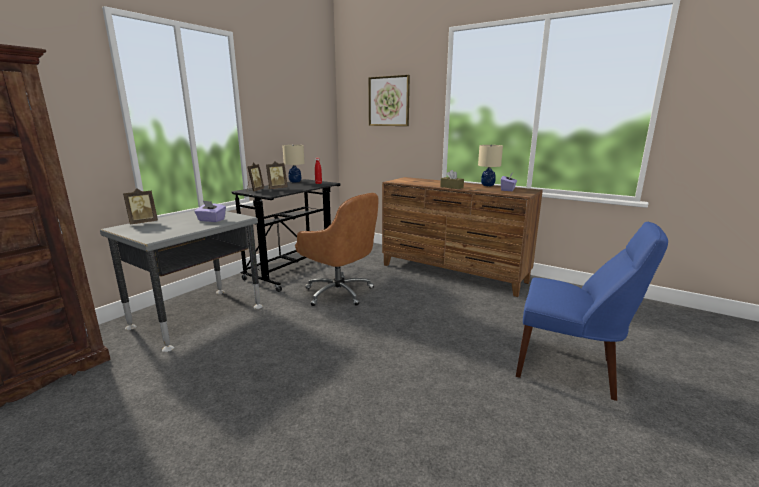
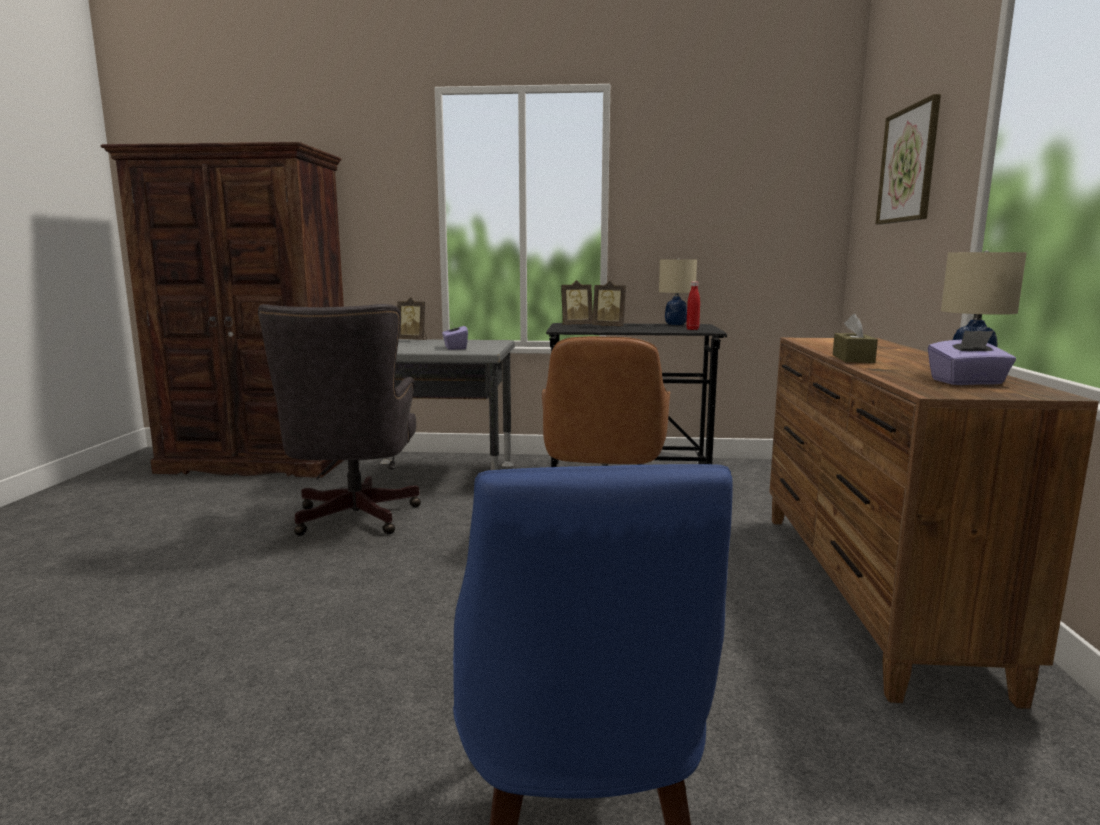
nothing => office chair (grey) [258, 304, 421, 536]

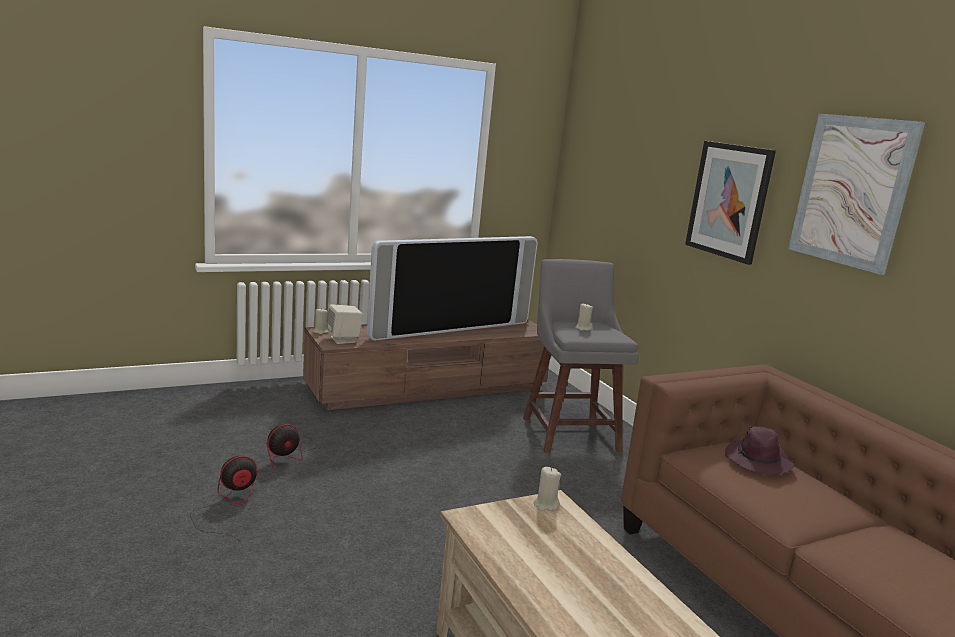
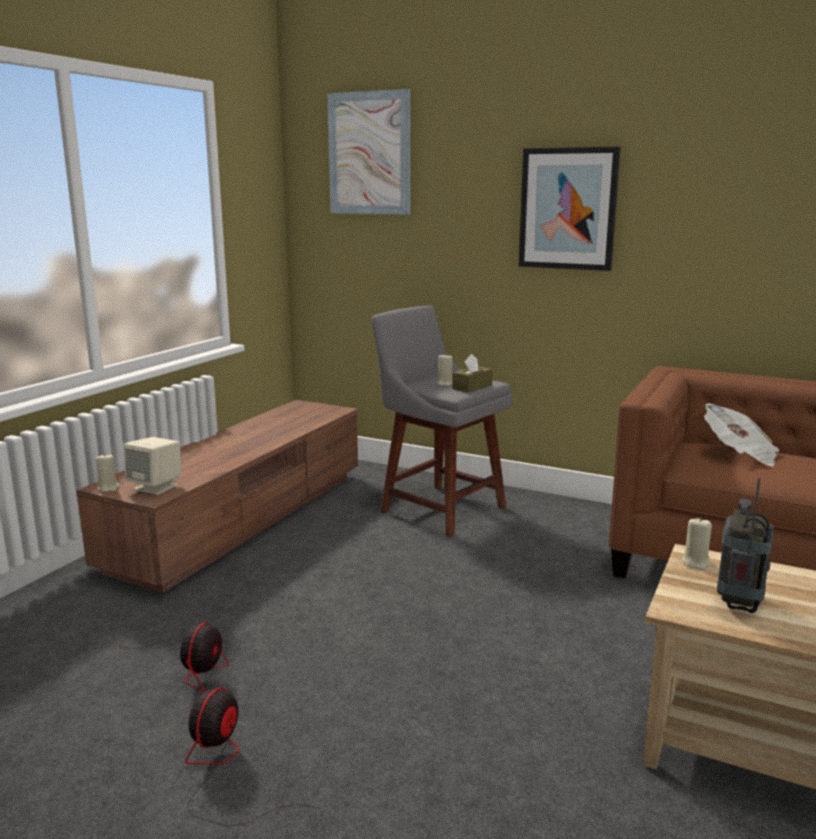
picture [788, 114, 925, 275] => picture [327, 89, 410, 215], relocated
television [367, 236, 538, 341] => nothing
hat (purple) [725, 426, 795, 475] => newspaper [704, 403, 779, 467]
nothing => tissue box (brown) [452, 354, 493, 392]
nothing => radio [717, 478, 774, 613]

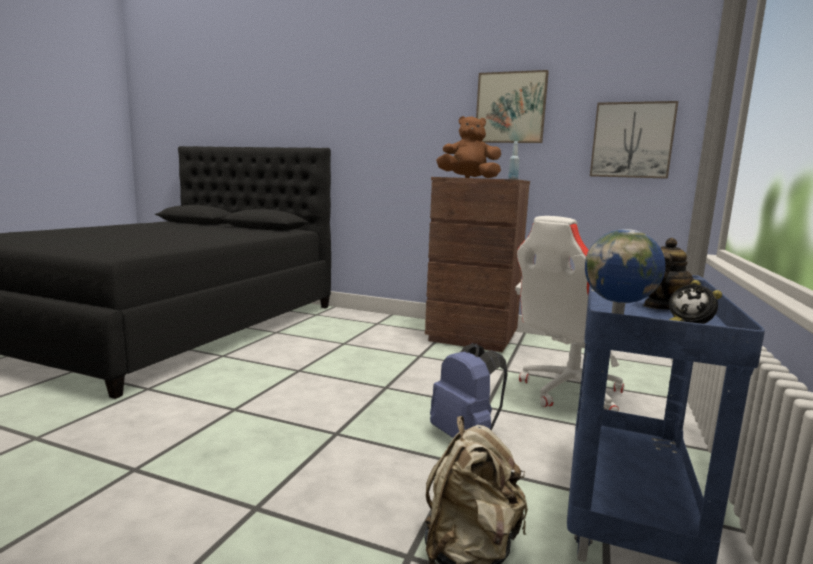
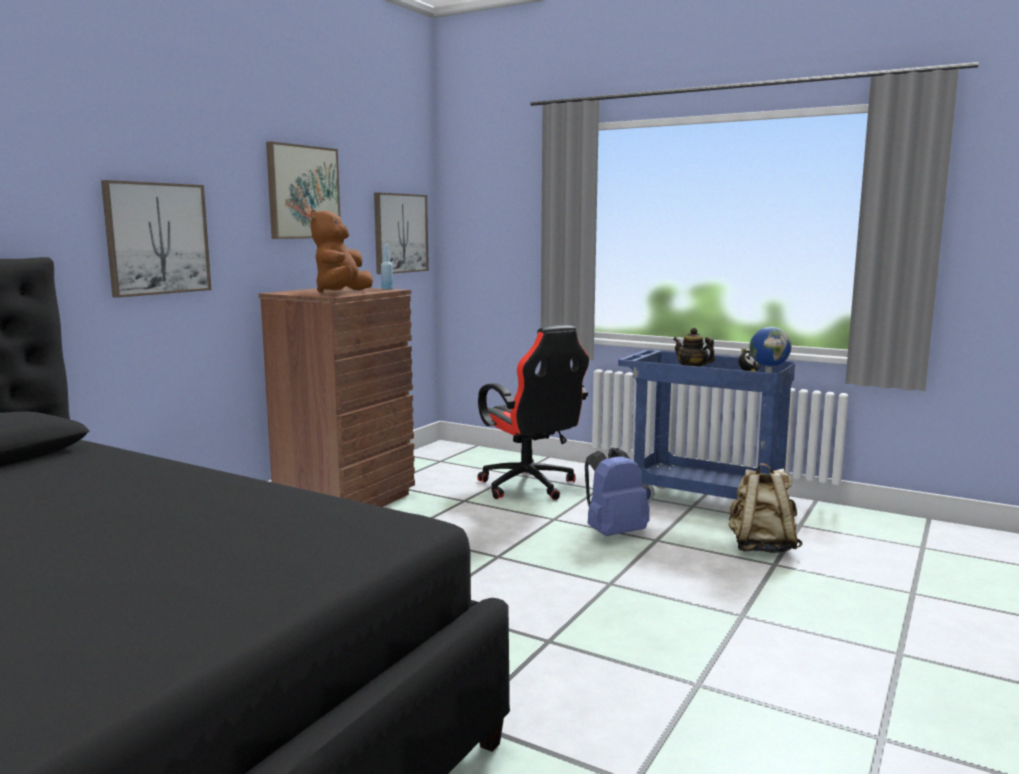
office chair (white) [515, 216, 624, 412] => office chair (black) [477, 325, 589, 500]
nothing => picture [101, 180, 211, 298]

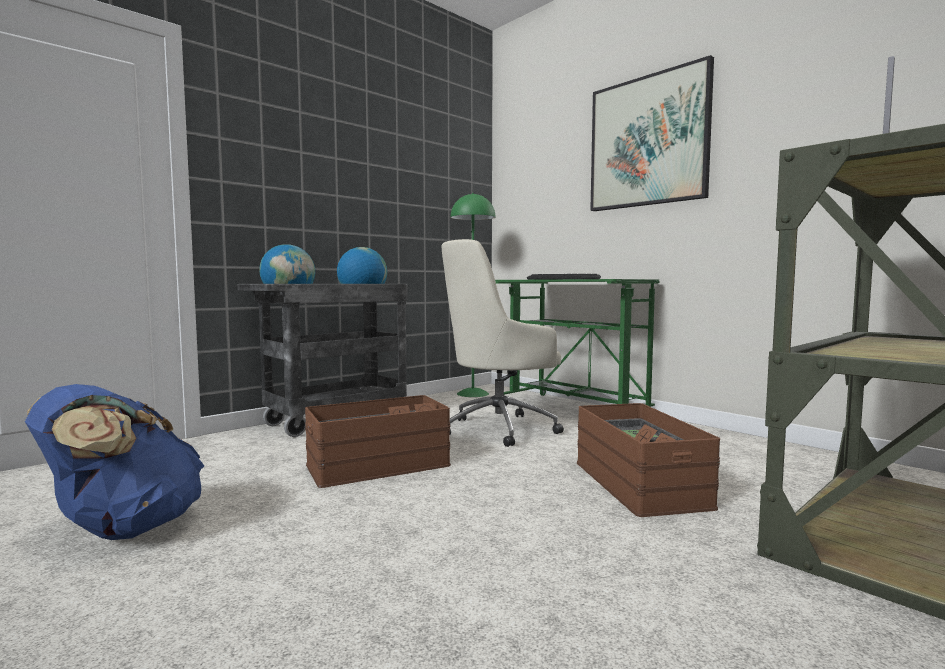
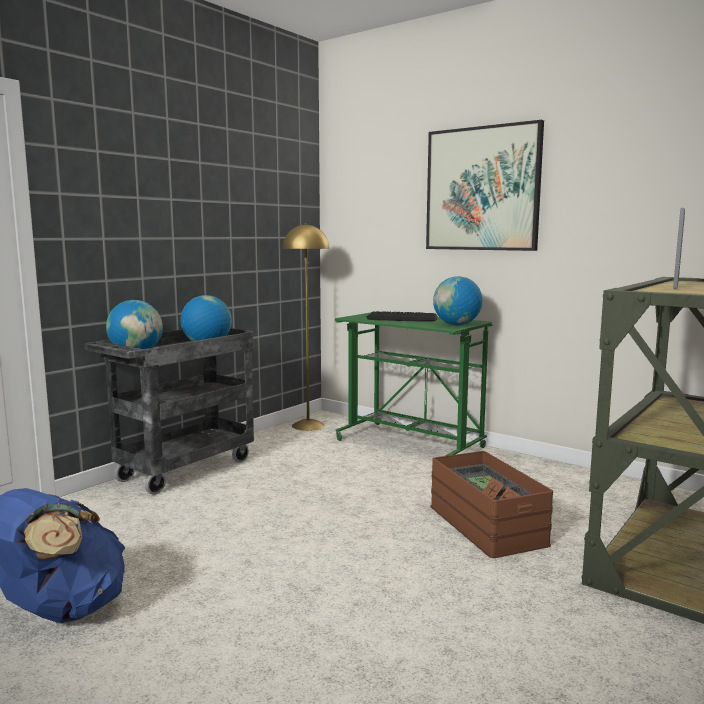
floor lamp (green) [451, 193, 495, 397] => floor lamp (yellow) [283, 223, 329, 431]
office chair (beige) [442, 239, 564, 447] => nothing
storage box (brown) [305, 395, 451, 488] => nothing
nothing => globe [433, 276, 483, 325]

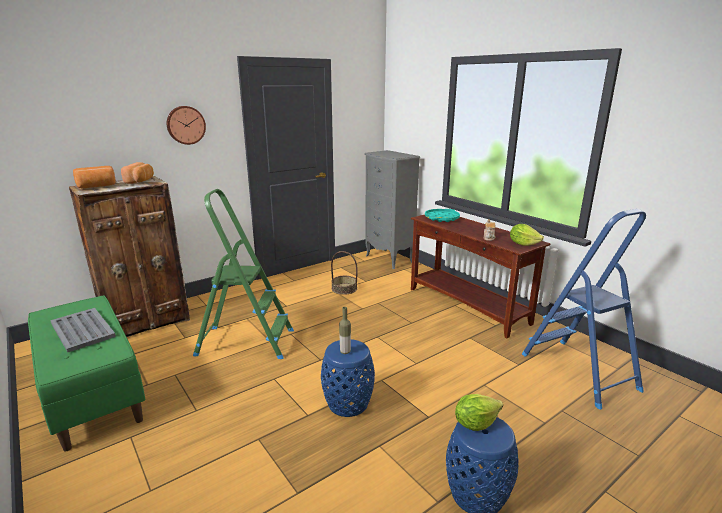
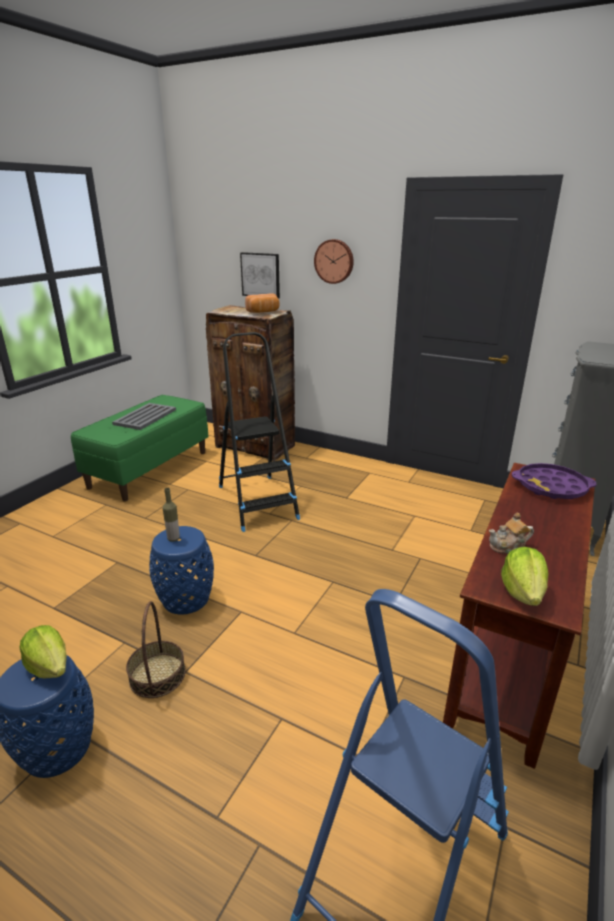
bread [73, 166, 115, 188] => nothing
step ladder (green) [193, 189, 294, 359] => step ladder (black) [219, 332, 300, 532]
tray (turquoise) [425, 209, 460, 222] => tray (purple) [512, 463, 597, 499]
basket [331, 251, 358, 295] => basket [126, 601, 186, 698], relocated
nothing => picture [240, 252, 280, 299]

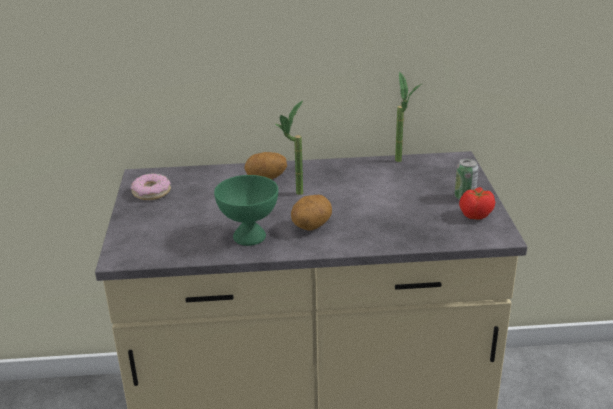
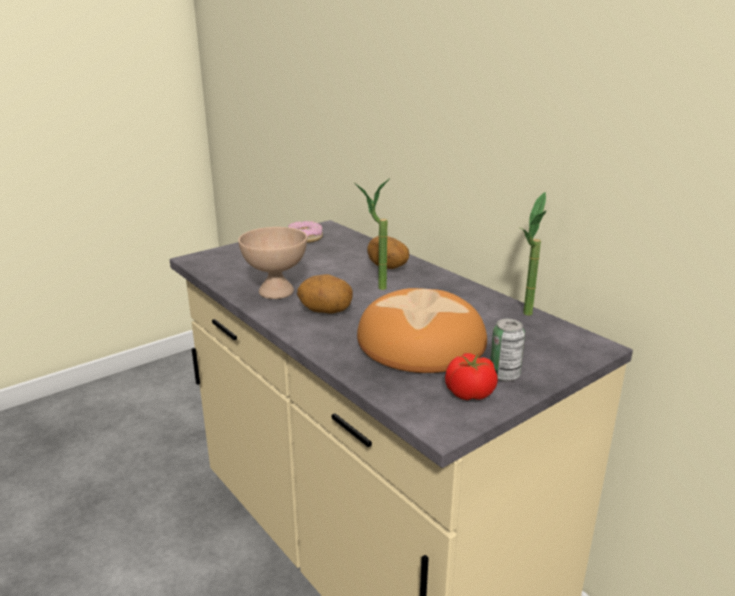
bowl (green) [214, 175, 278, 246] => bowl (beige) [238, 227, 307, 299]
nothing => bread [357, 288, 487, 373]

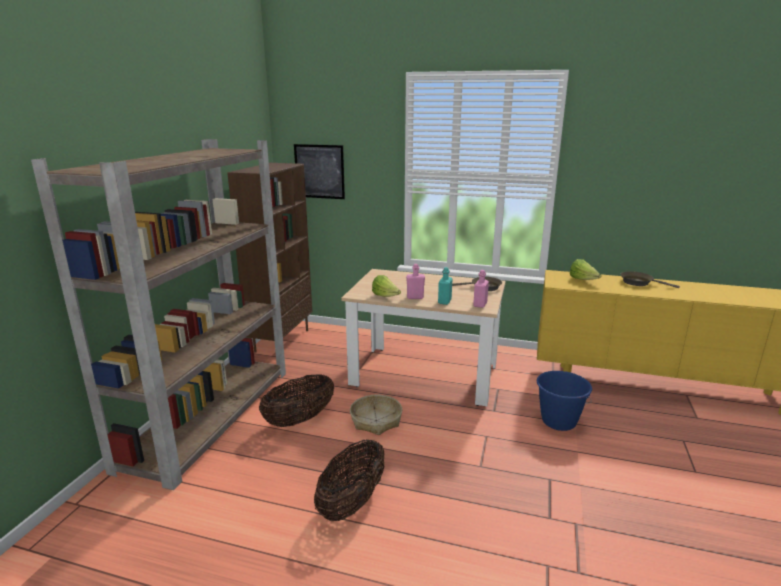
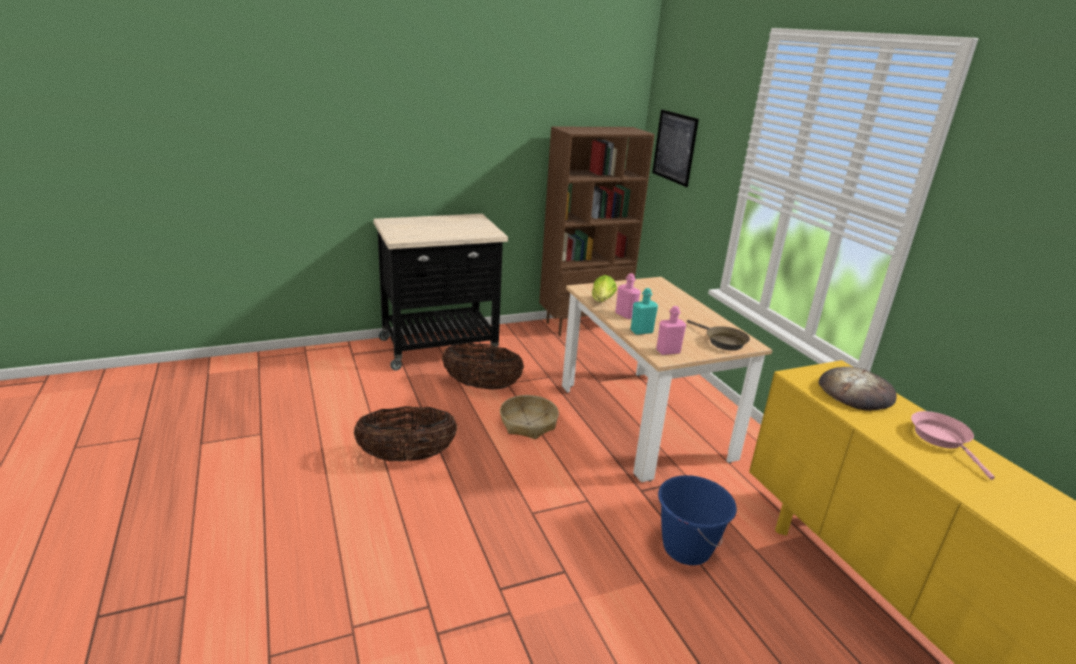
bookcase (brown) [31, 139, 286, 490] => cart (black) [373, 214, 508, 371]
lettuce [570, 259, 601, 280] => bread [818, 367, 897, 411]
frying pan (brown) [621, 271, 680, 288] => frying pan (pink) [911, 411, 995, 480]

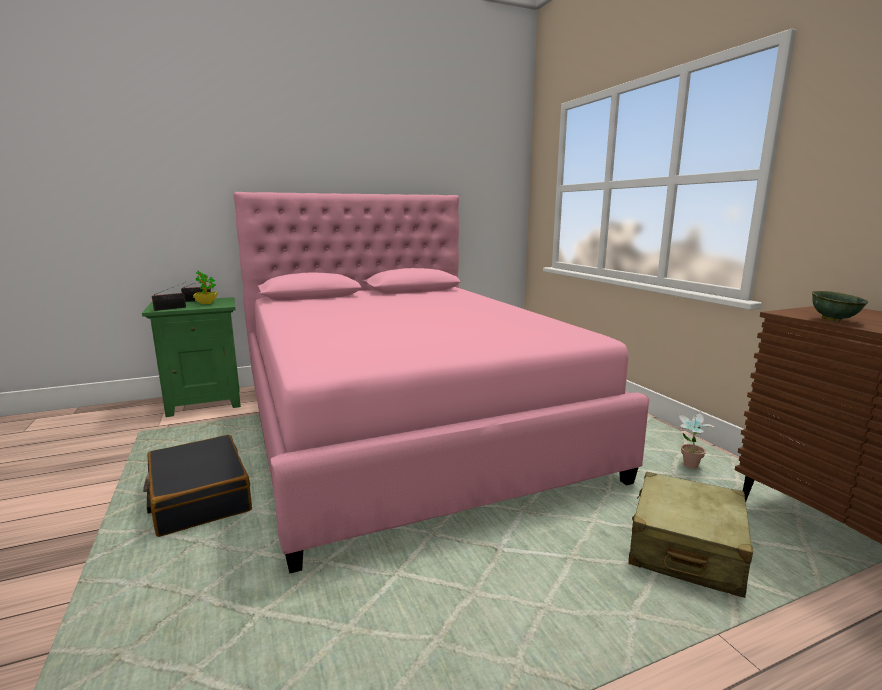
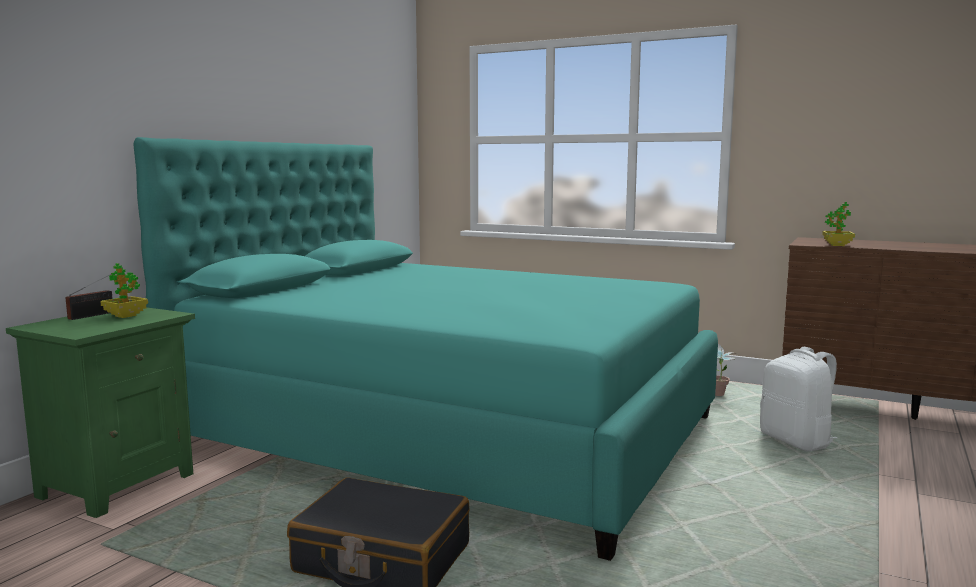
bed (pink) [234, 192, 650, 573] => bed (turquoise) [134, 137, 718, 561]
radio [152, 282, 186, 311] => nothing
bowl (green) [812, 291, 868, 322] => potted plant [822, 202, 855, 246]
suitcase (beige) [629, 472, 753, 598] => backpack (white) [760, 347, 837, 451]

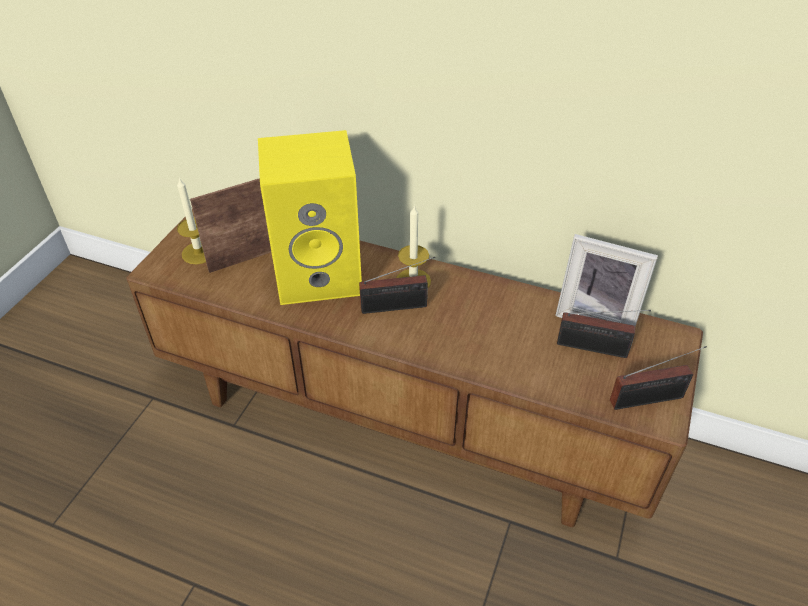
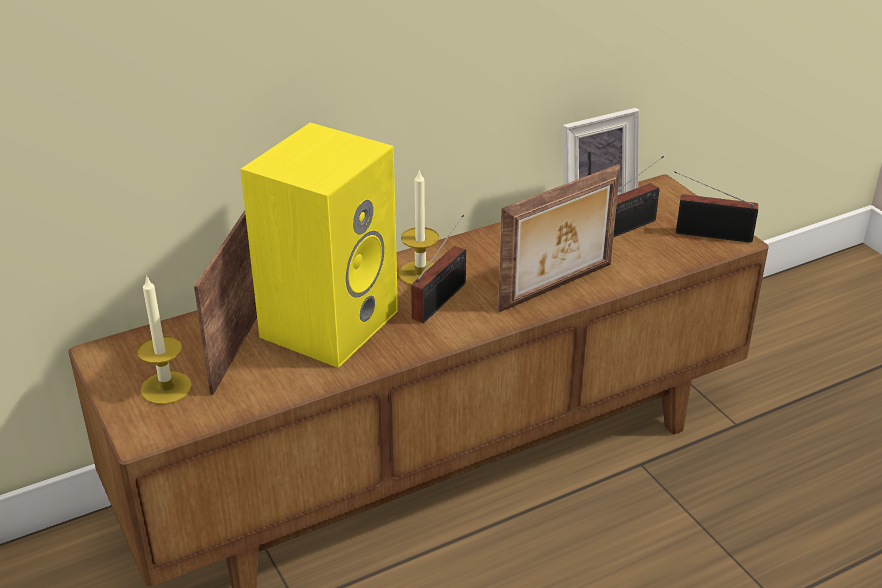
radio [610, 346, 707, 410] => radio [674, 171, 758, 243], 105 degrees counterclockwise
nothing => picture frame [498, 164, 621, 312]

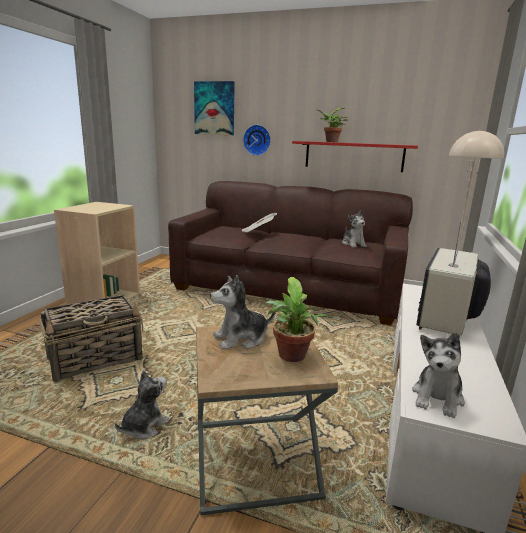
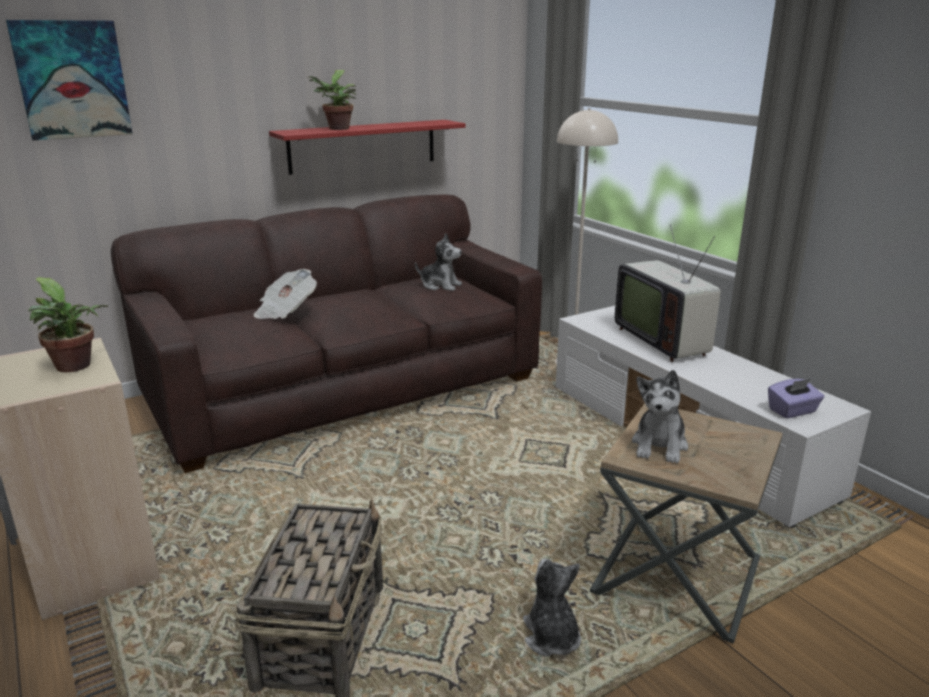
wall clock [243, 125, 271, 156] => nothing
potted plant [264, 277, 332, 362] => potted plant [29, 277, 108, 372], relocated
plush toy [412, 332, 465, 418] => tissue box (purple) [768, 379, 824, 418]

